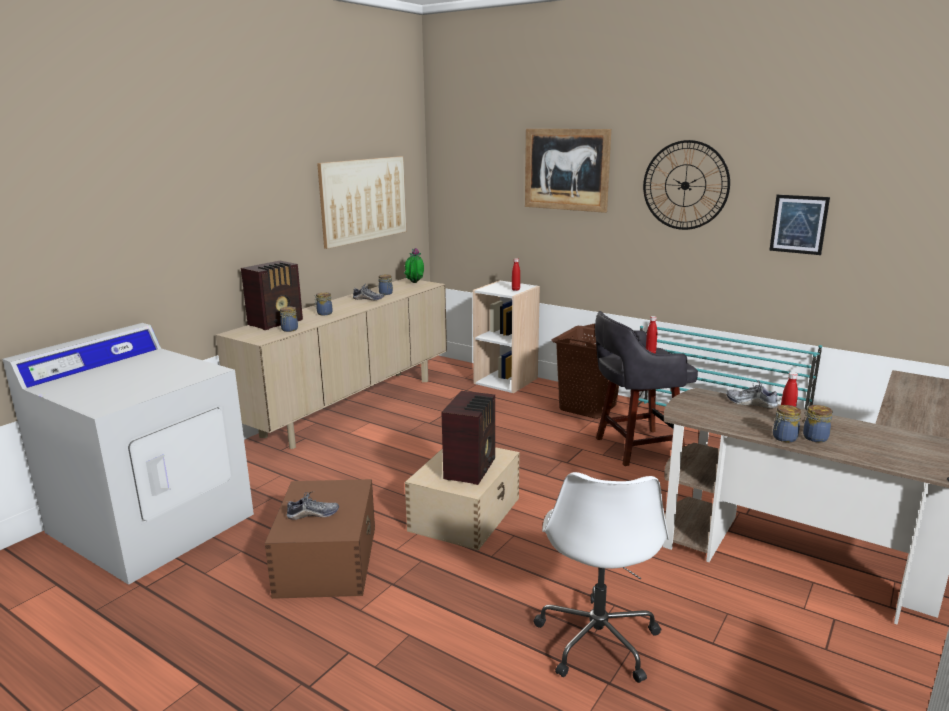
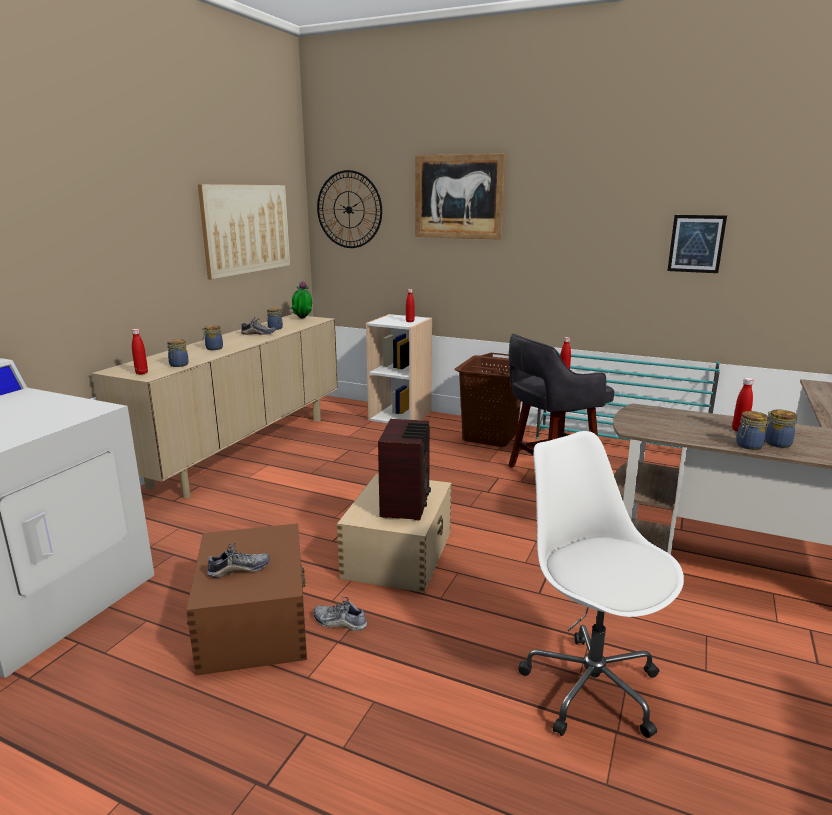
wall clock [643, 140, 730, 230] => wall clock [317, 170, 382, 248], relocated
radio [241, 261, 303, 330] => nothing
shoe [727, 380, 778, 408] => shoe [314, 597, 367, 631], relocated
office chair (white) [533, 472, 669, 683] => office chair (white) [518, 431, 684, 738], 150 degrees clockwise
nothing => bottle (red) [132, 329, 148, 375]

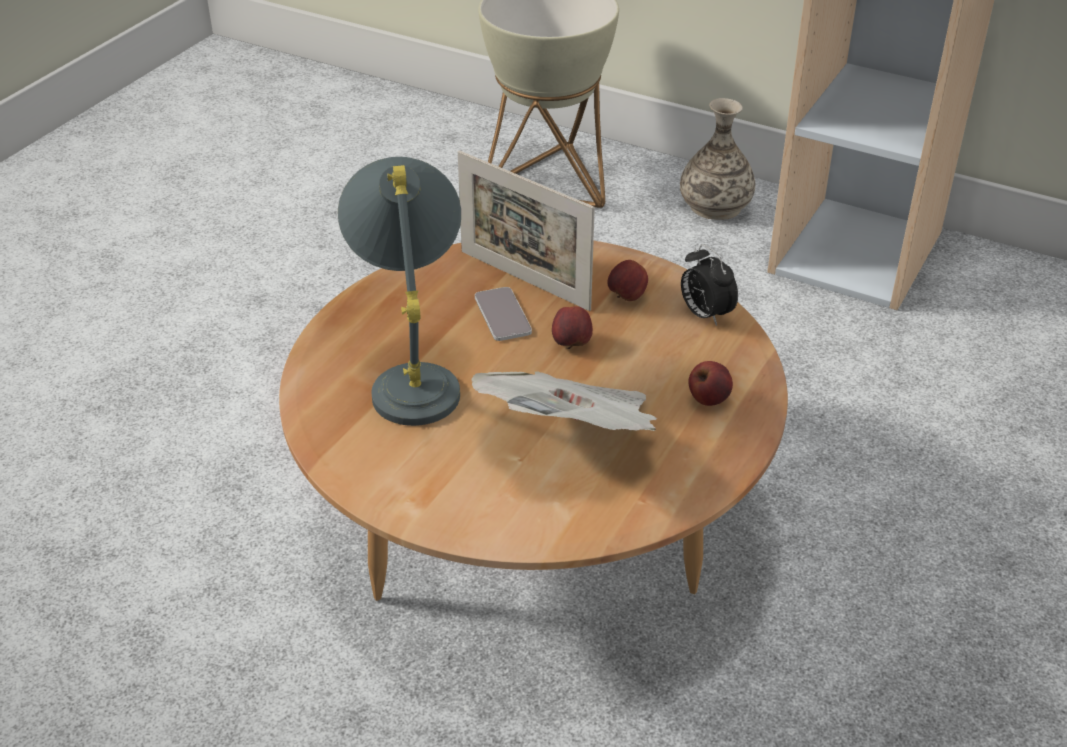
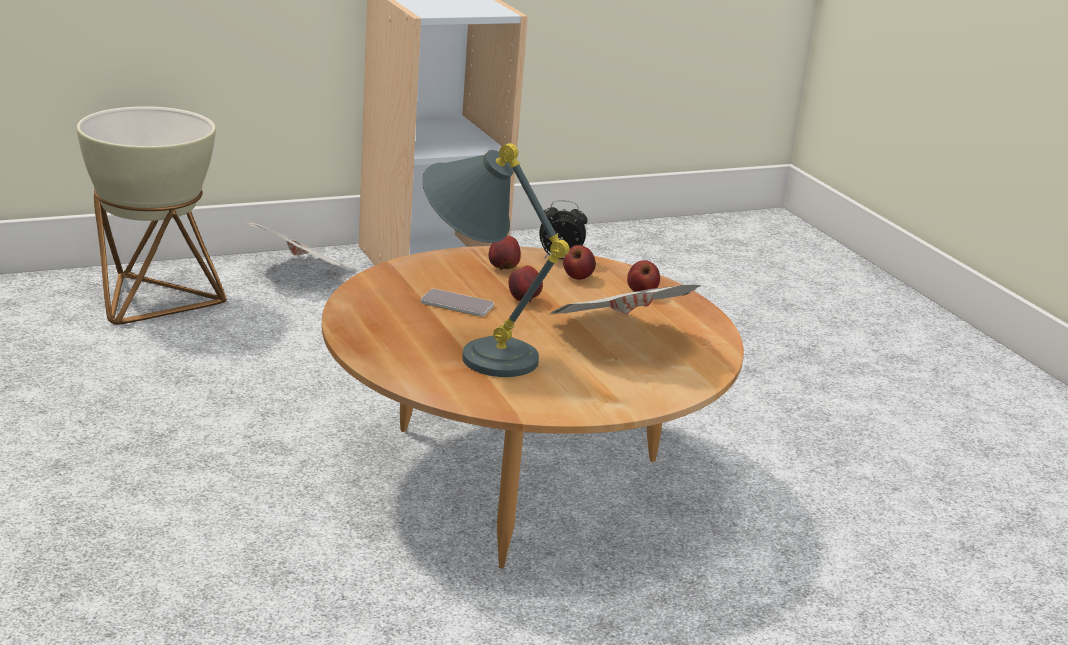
vase [680, 98, 755, 220] => newspaper [245, 222, 356, 268]
picture frame [458, 150, 595, 311] => nothing
nothing => apple [563, 245, 596, 280]

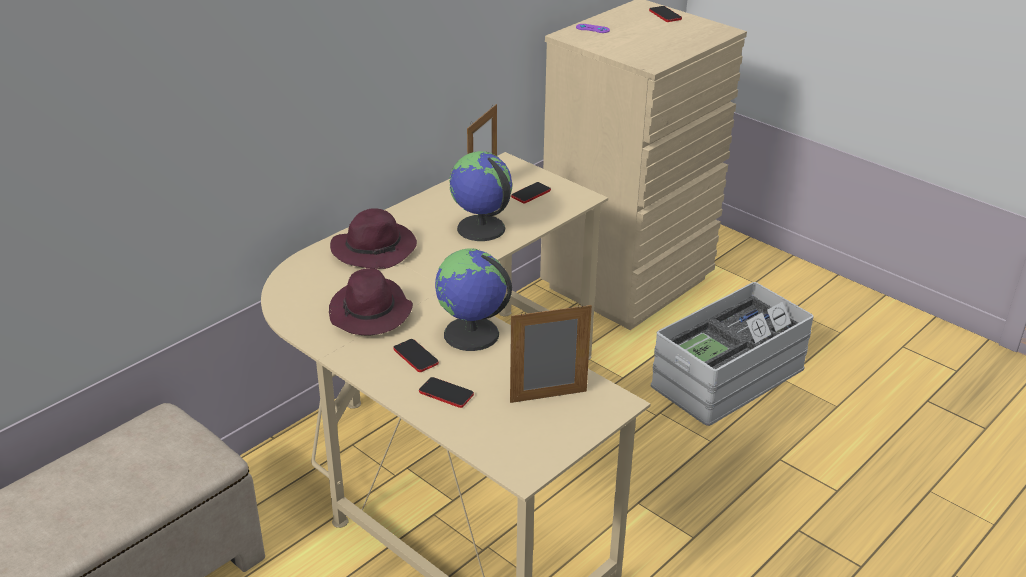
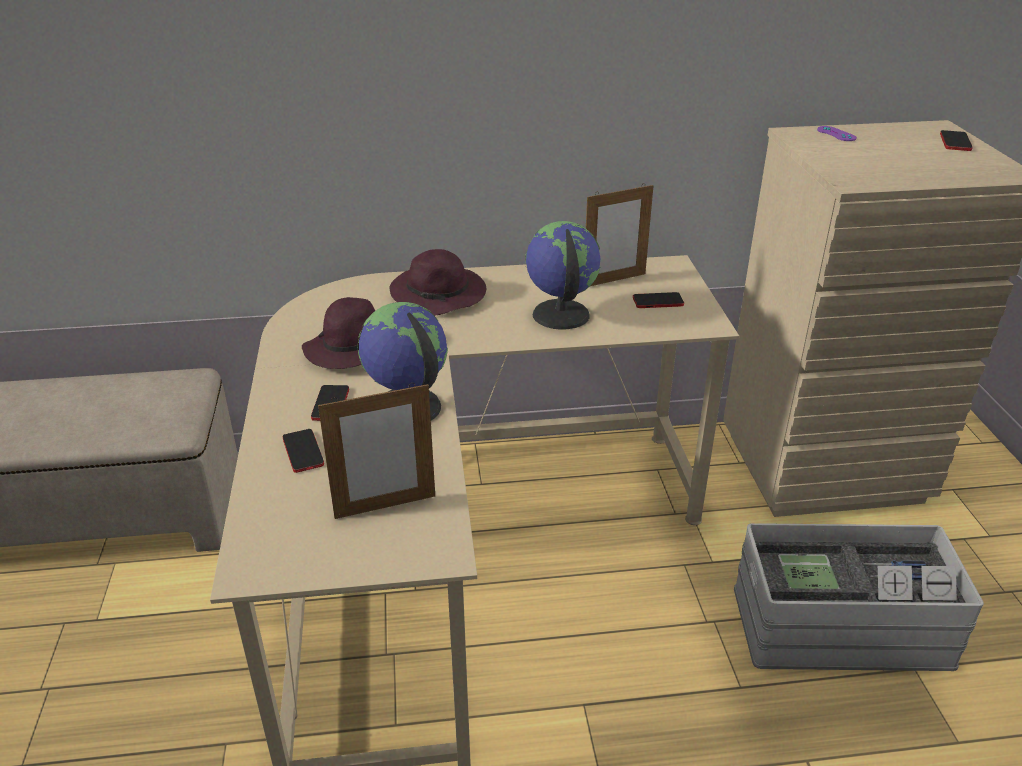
picture frame [510, 304, 592, 403] => picture frame [318, 383, 435, 519], 135 degrees clockwise

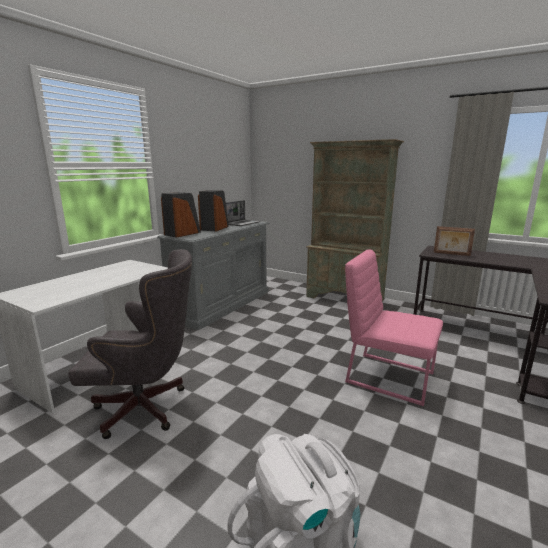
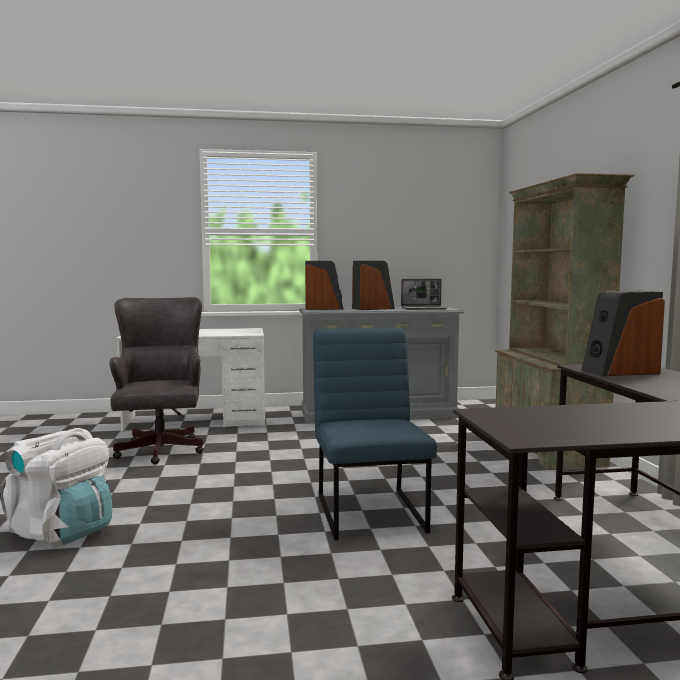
picture frame [434, 226, 475, 256] => speaker [581, 291, 665, 376]
office chair (grey) [68, 249, 192, 439] => office chair (grey) [110, 297, 204, 464], 150 degrees counterclockwise
chair (pink) [345, 250, 443, 406] => chair (blue) [313, 328, 437, 540]

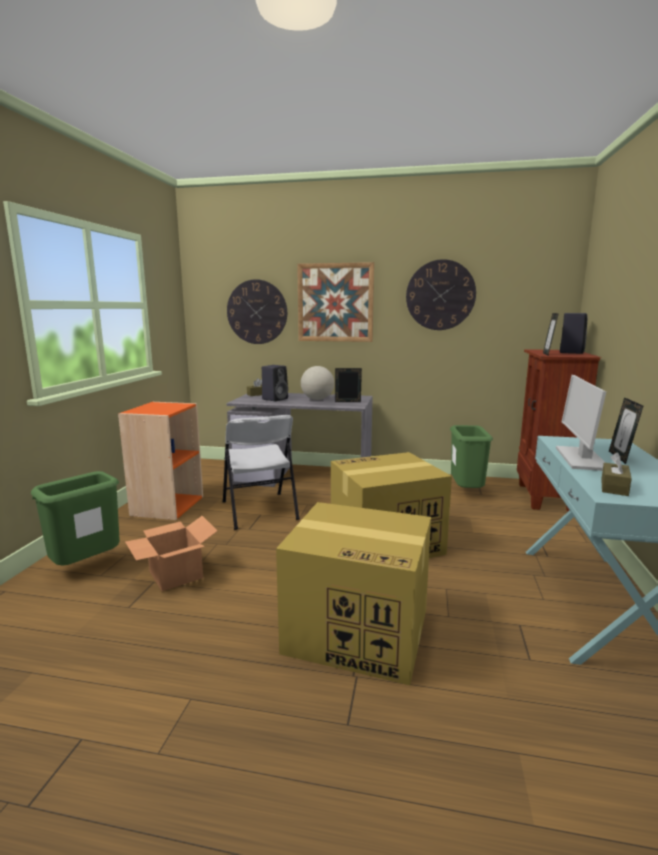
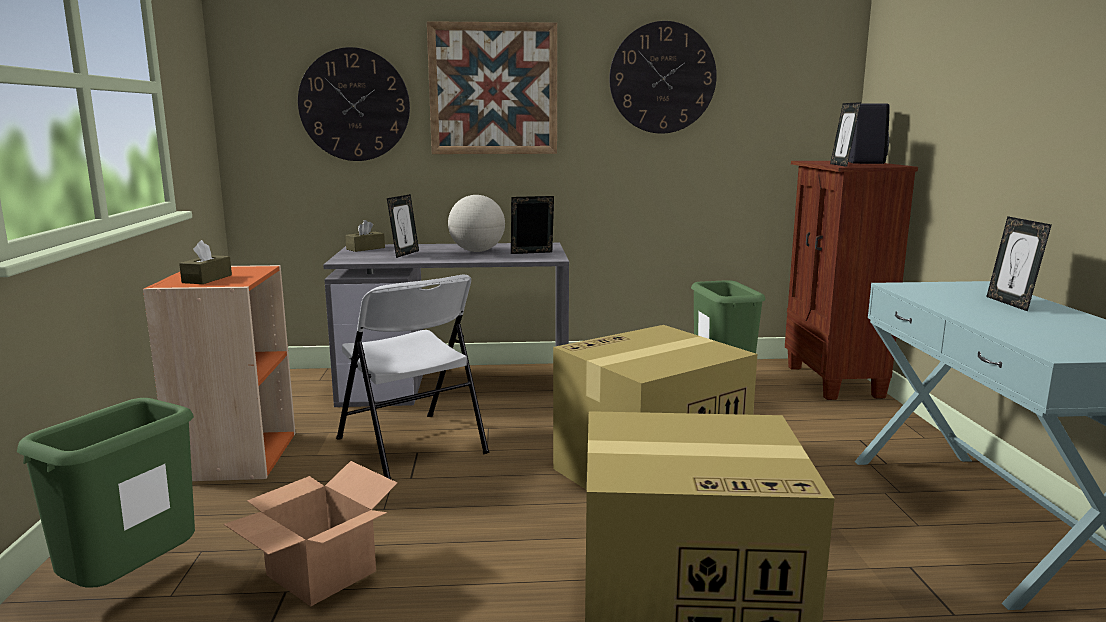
speaker (black) [262, 365, 288, 401] => picture frame [387, 194, 419, 258]
monitor [556, 375, 606, 471] => nothing
tissue box (brown) [601, 452, 632, 496] => tissue box (brown) [179, 240, 232, 284], relocated

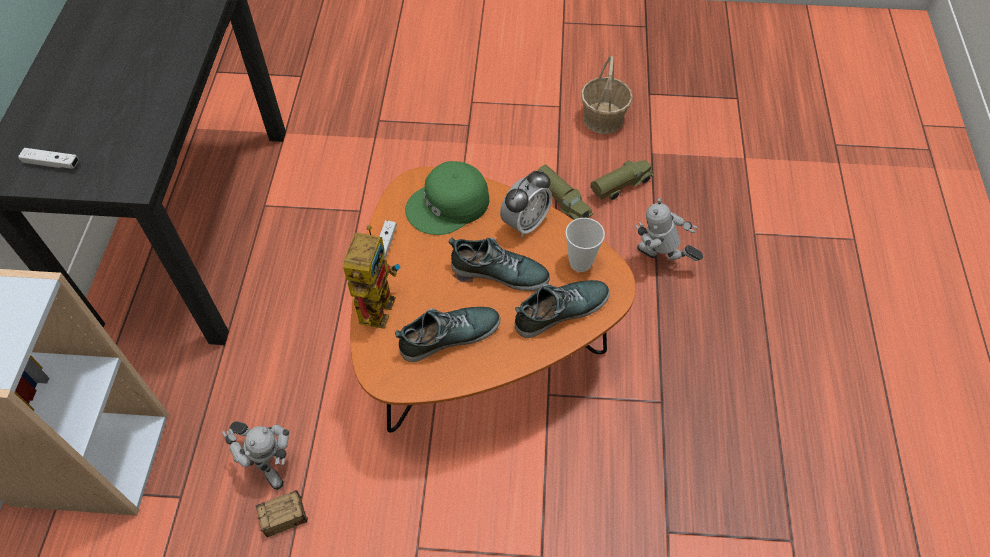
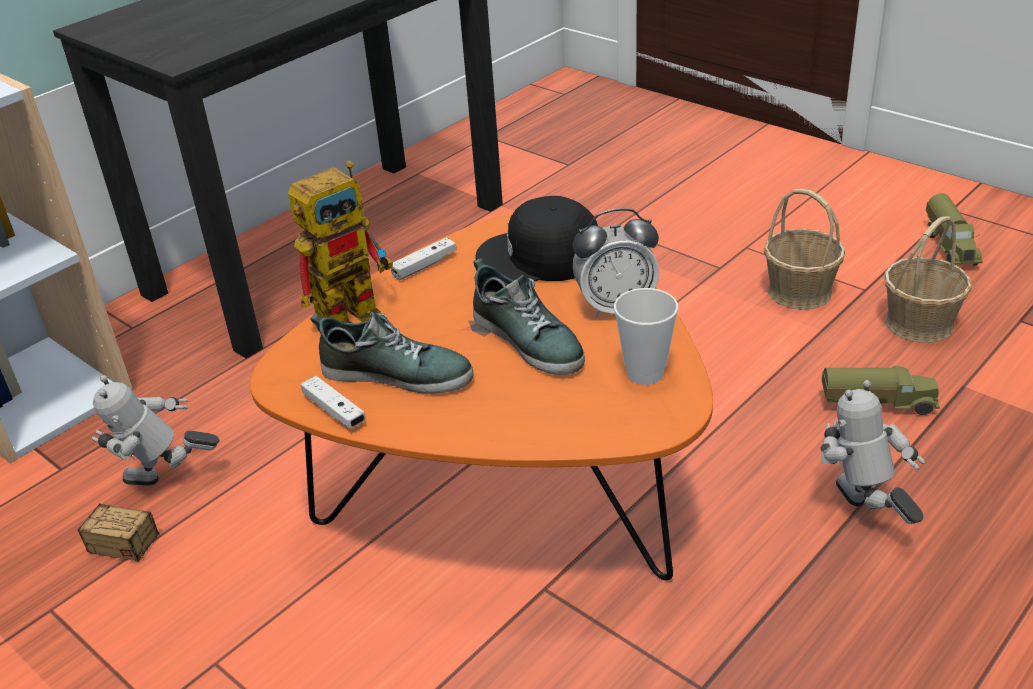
game controller (white) [18, 148, 78, 169] => game controller (white) [301, 376, 366, 428], relocated
cap (green) [405, 161, 489, 235] => cap (black) [475, 196, 598, 281]
toy truck [537, 165, 593, 220] => toy truck [926, 193, 983, 265], relocated
shoe [515, 280, 610, 338] => nothing
toy robot [222, 421, 290, 490] => toy robot [92, 375, 219, 485], 90 degrees clockwise
nothing => basket [764, 189, 845, 310]

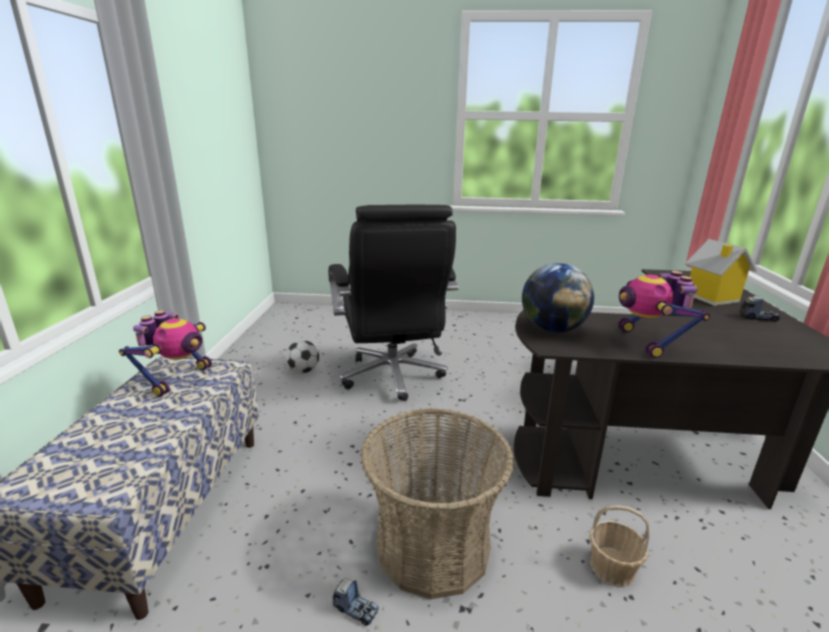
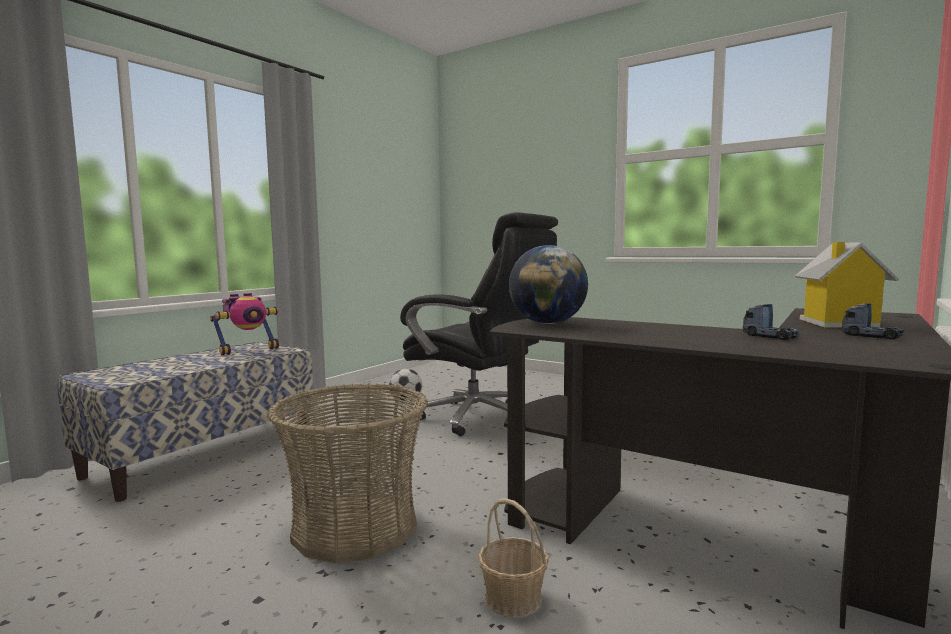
office chair (black) [328, 205, 459, 401] => office chair (black) [400, 212, 558, 436], 75 degrees counterclockwise
toy robot [618, 271, 710, 358] => nothing
toy truck [333, 578, 379, 626] => toy truck [743, 304, 799, 340], relocated

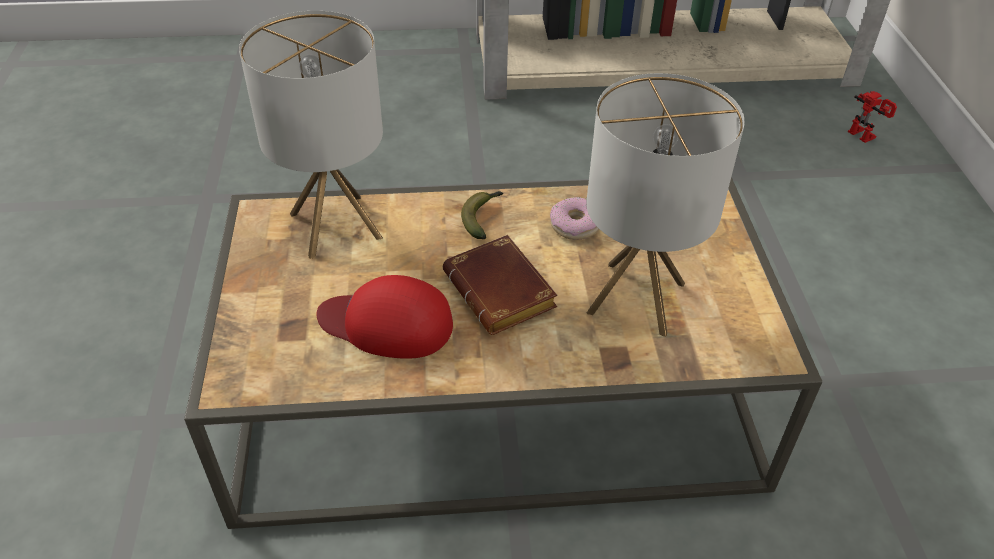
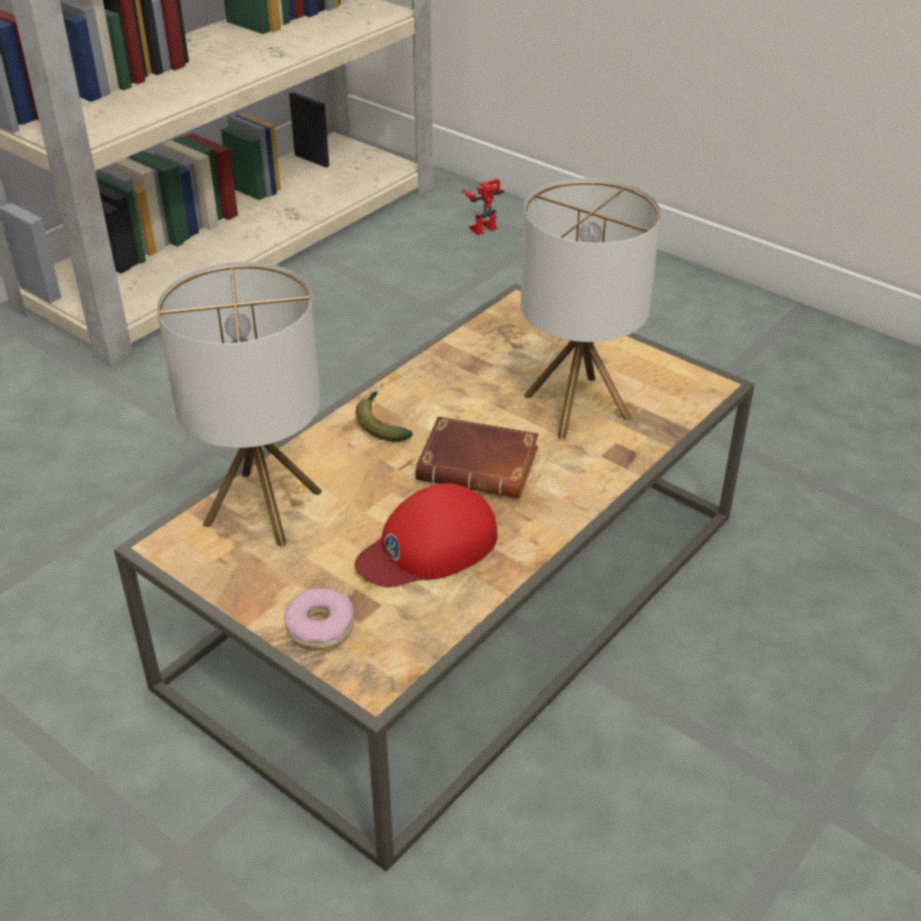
toy robot [848, 91, 897, 143] => toy robot [462, 179, 504, 235], 45 degrees counterclockwise
donut [550, 197, 599, 240] => donut [284, 588, 354, 649], relocated

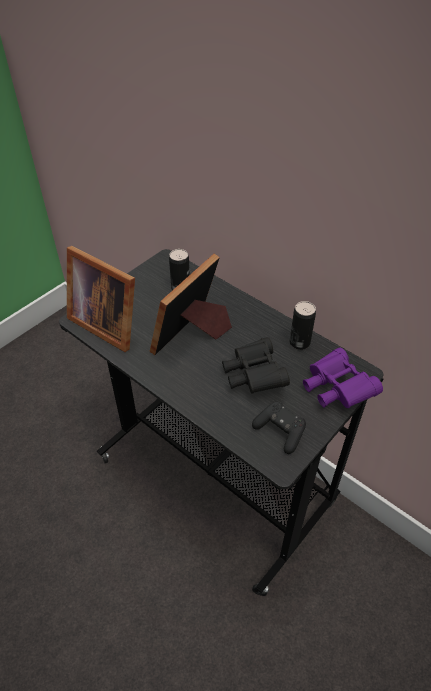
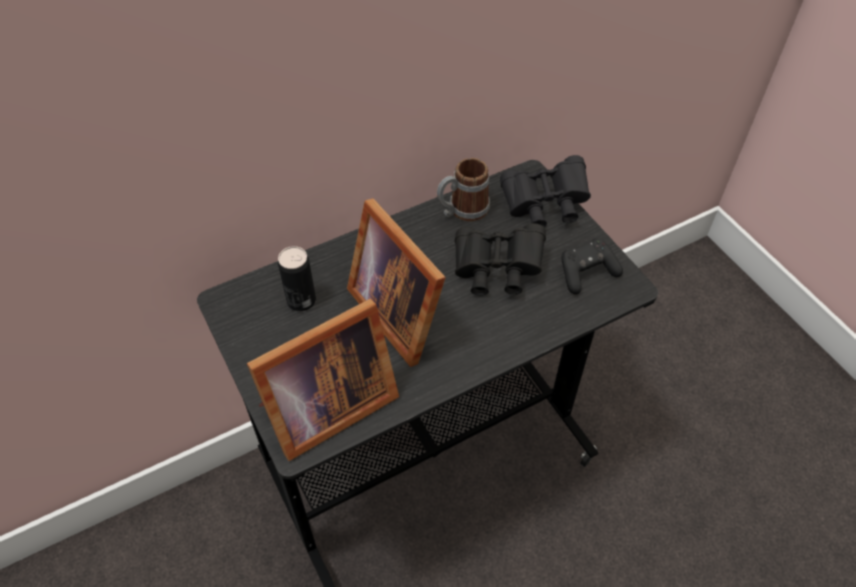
can [290, 301, 316, 350] => mug [437, 158, 490, 221]
binoculars (purple) [303, 348, 383, 408] => binoculars (black) [500, 155, 591, 227]

